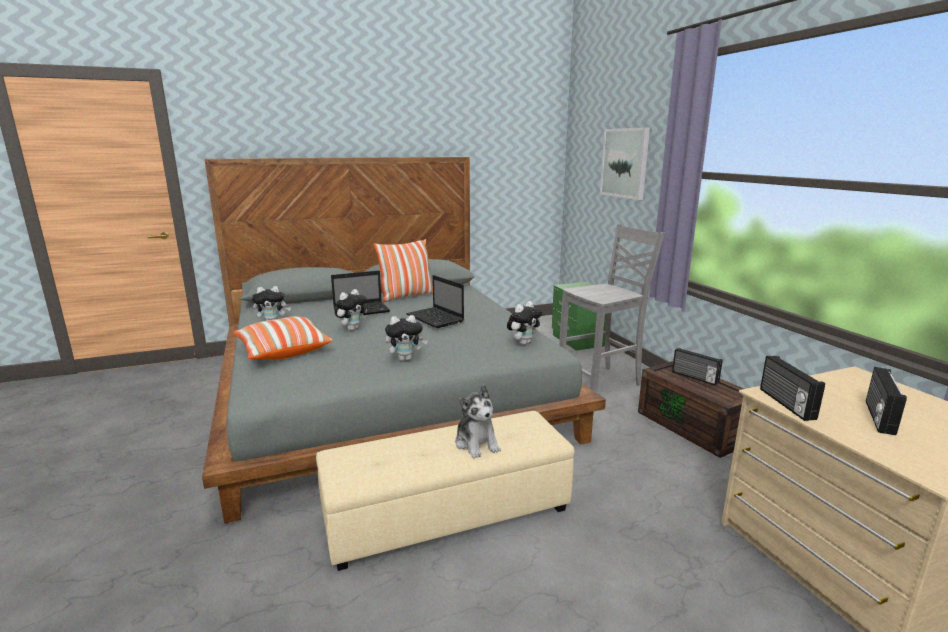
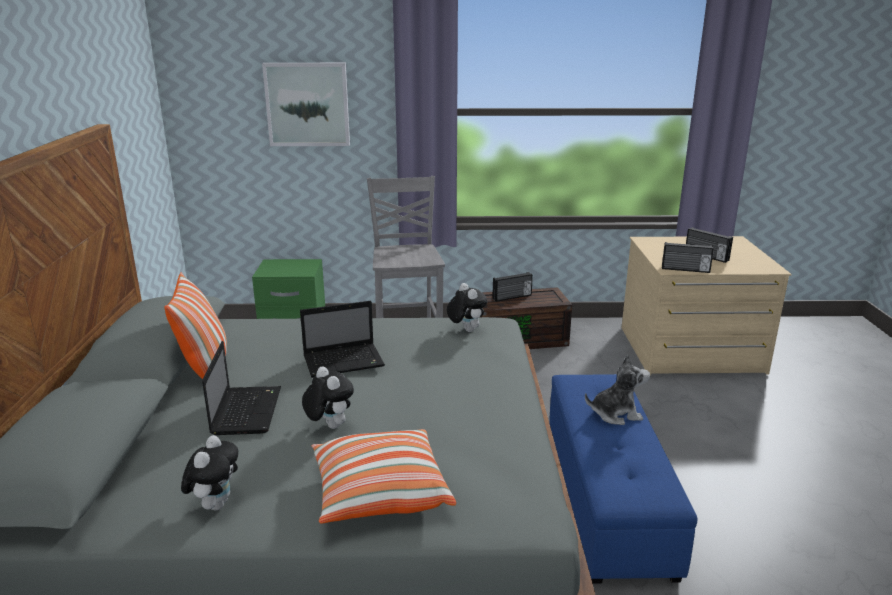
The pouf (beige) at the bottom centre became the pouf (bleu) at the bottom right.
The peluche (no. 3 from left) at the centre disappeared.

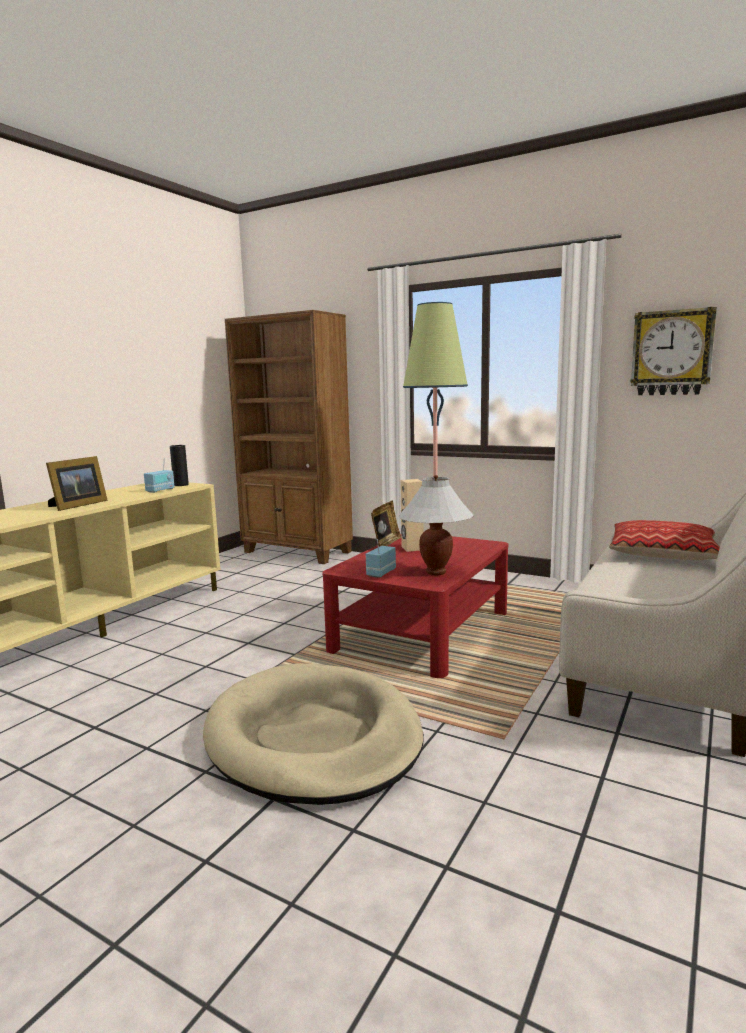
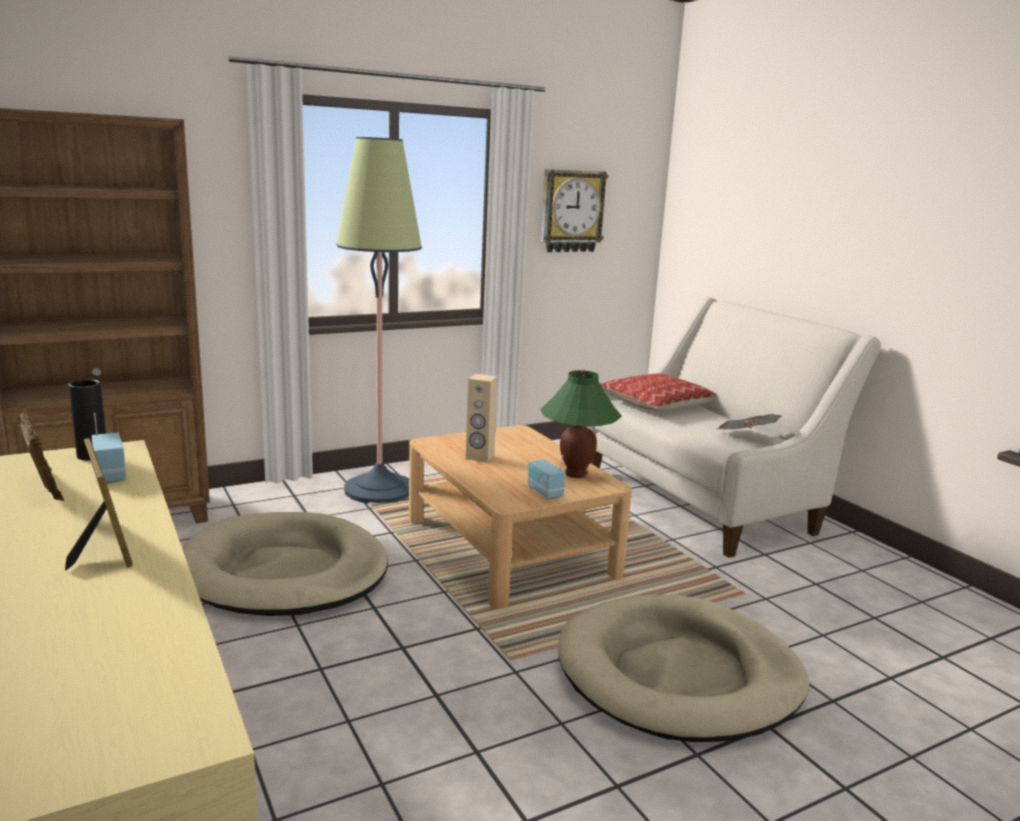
The cadre photo (no. 2 from left in the first image) moved from the centre to the middle left.
The panier pour chien (beige) (no. 1 from left) at the bottom left appeared.
The table basse (rouge) at the centre became the table basse (beige) at the centre.
The lampe de table (blanc) at the centre became the lampe de table (vert) at the centre.
The journal at the middle right appeared.

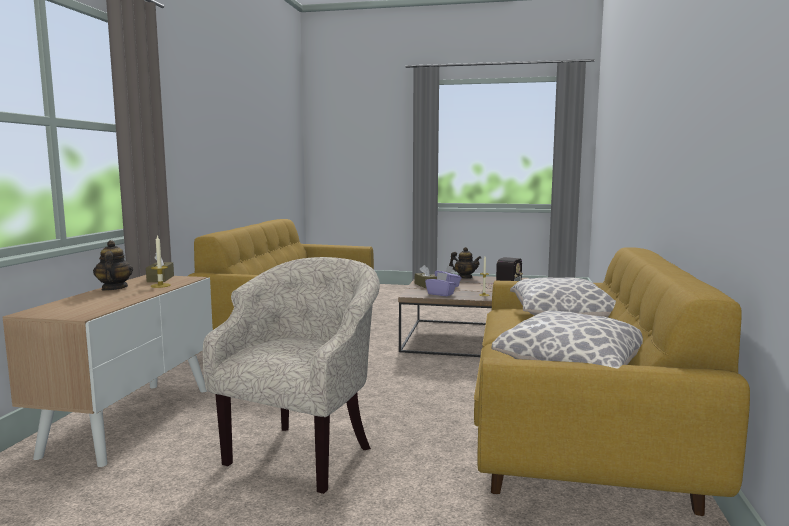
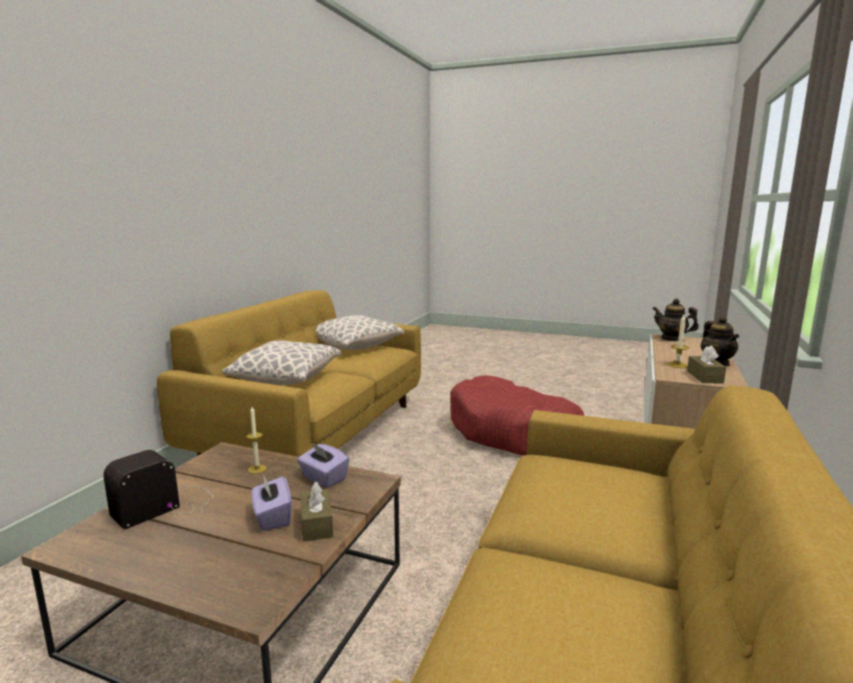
The fauteuil (beige) at the bottom centre was replaced by the panier pour chien (rouge) at the centre.
The théière (no. 2 from left in the first image) moved from the centre to the middle right.

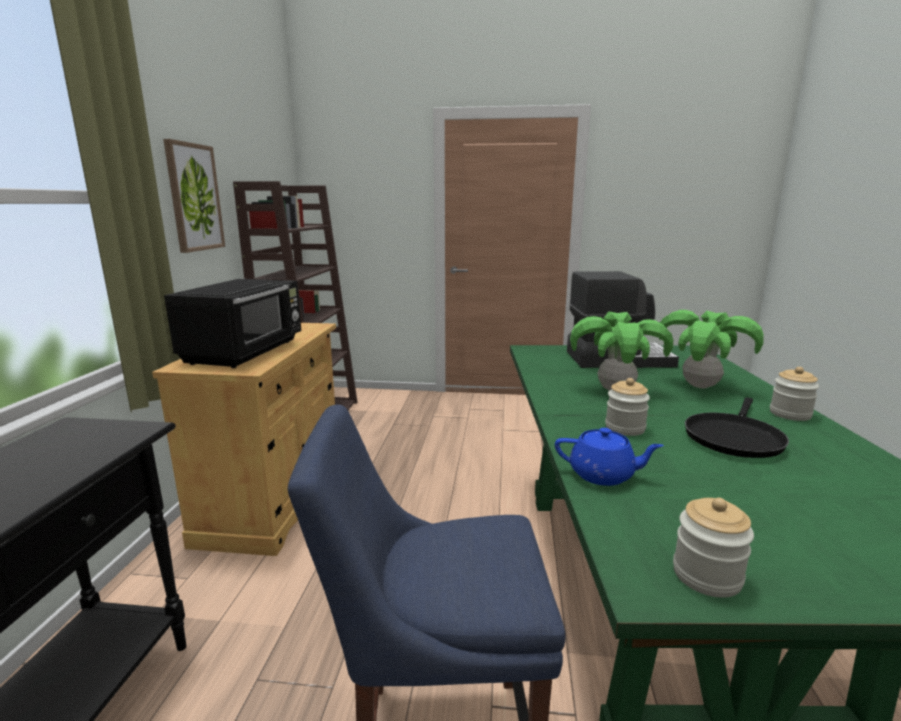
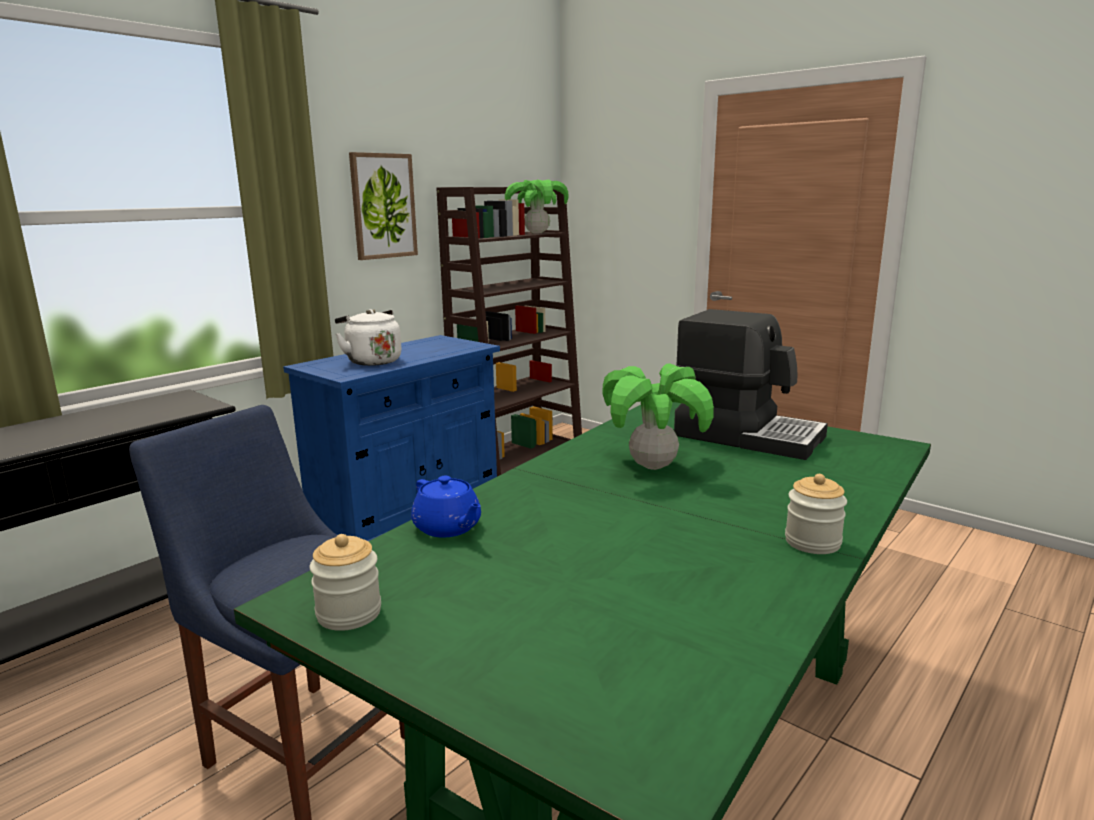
The meuble de rangement (beige) at the middle left became the meuble de rangement (bleu) at the centre.
The micro-ondes (noir) at the middle left was replaced by the bouilloire (blanc) at the centre.
The plante en pot (no. 2 from left in the first image) moved from the middle right to the top centre.
The bocal (no. 1 from left) at the middle right disappeared.
The poêle (noir) at the middle right disappeared.

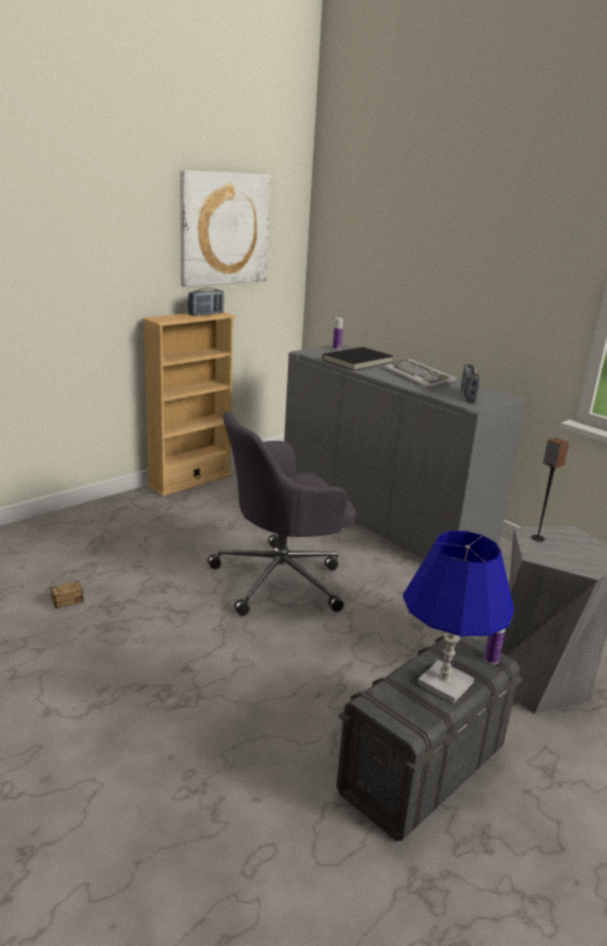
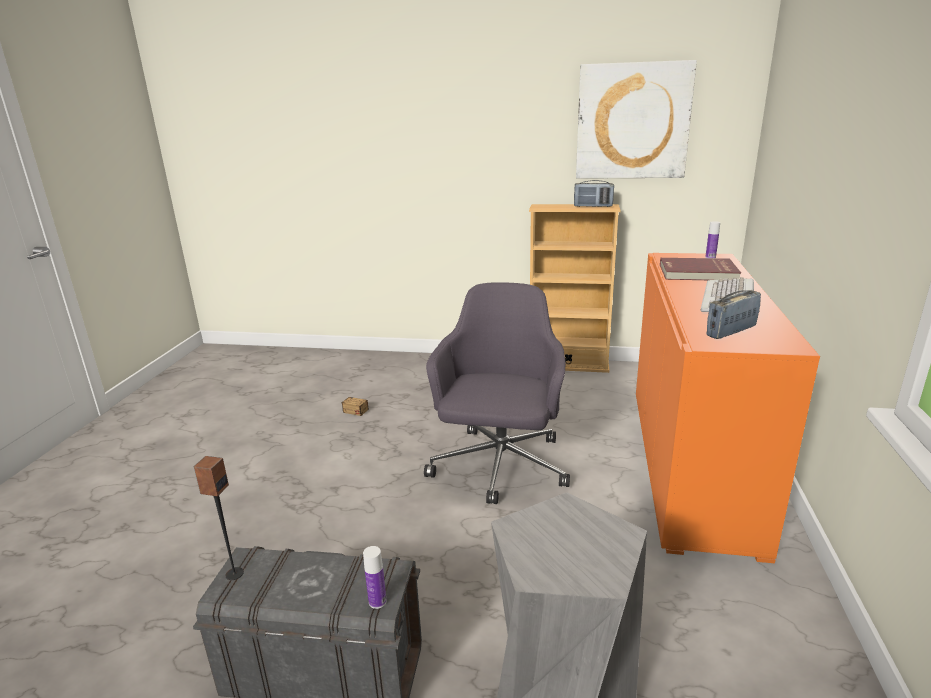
The enceinte moved from the middle right to the bottom left.
The chaise de bureau (gris) at the centre turned 75 degrees clockwise.
The meuble de rangement (gris) at the middle right became the meuble de rangement (orange) at the middle right.
The livre (noir) at the centre became the livre (rouge) at the middle right.
The lampe de table (bleu) at the middle right disappeared.

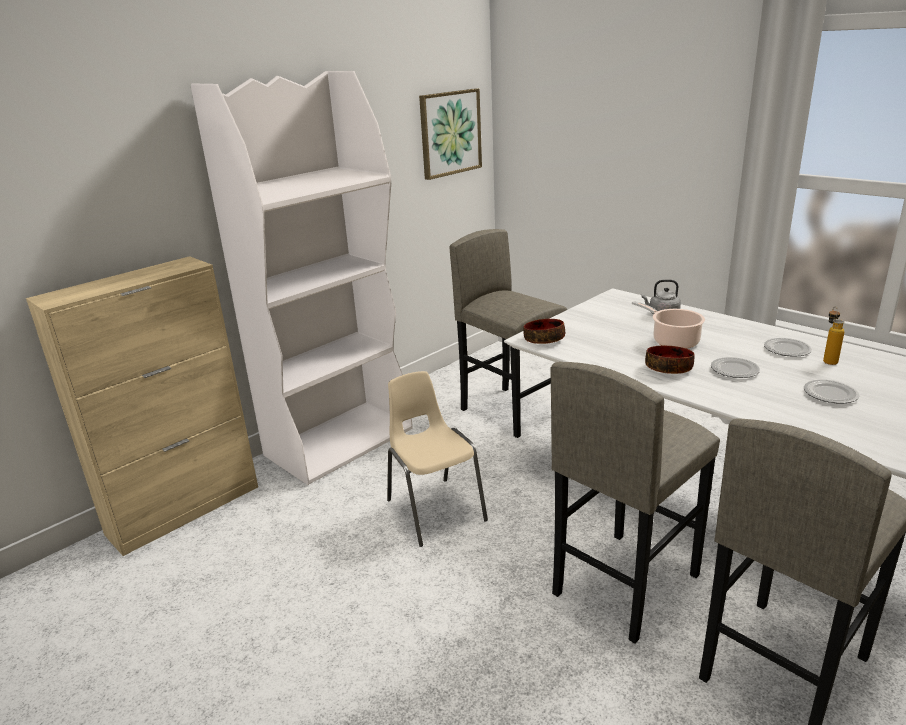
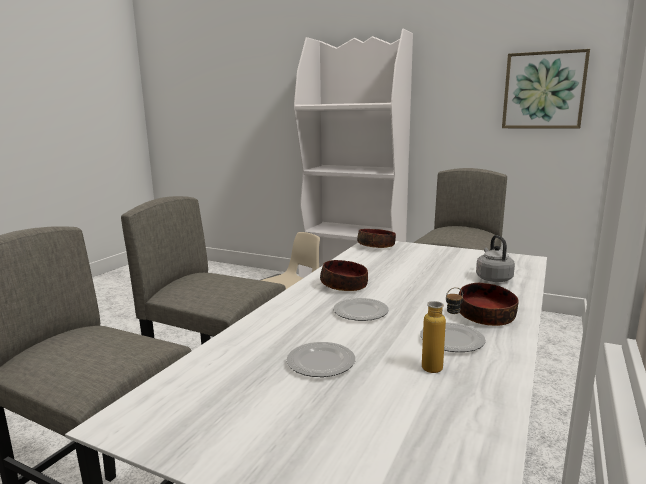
The bol (no. 3 from left) at the middle right appeared.
The meuble de rangement (beige) at the middle left disappeared.
The marmite at the middle right disappeared.

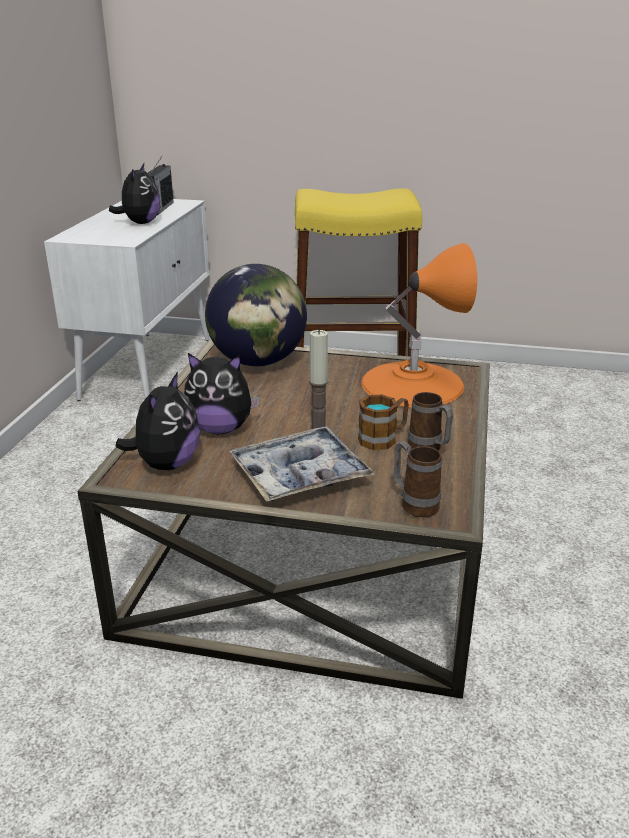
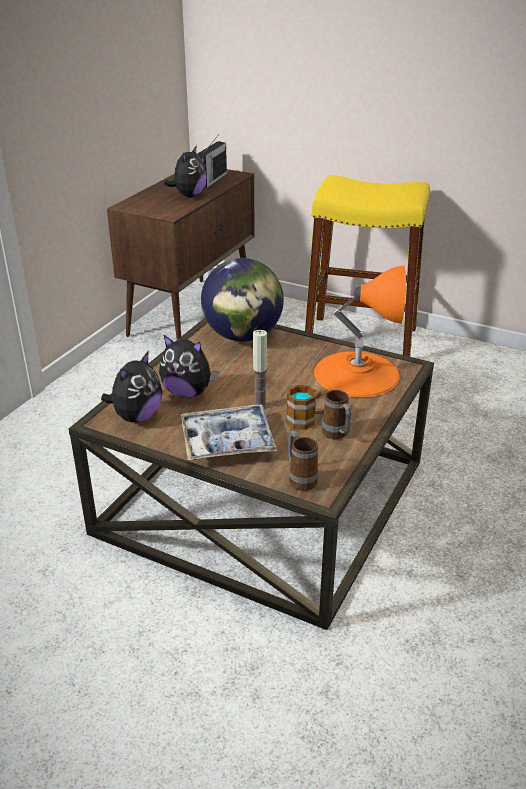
The meuble de rangement (blanc) at the middle left became the meuble de rangement (marron) at the top centre.

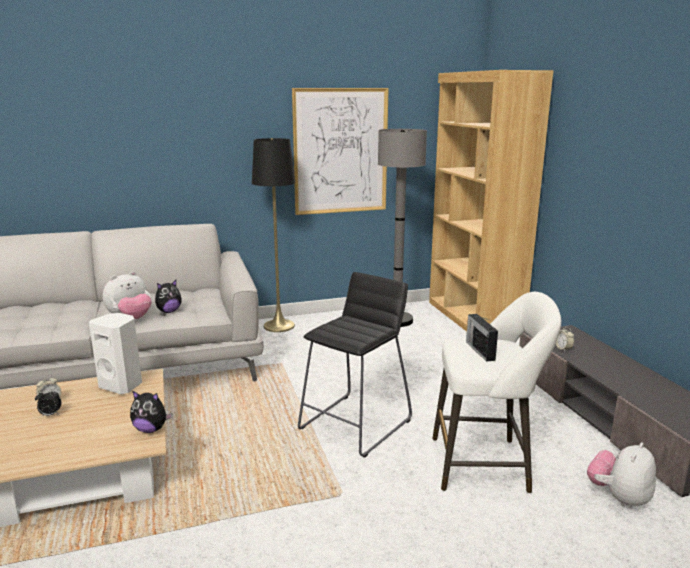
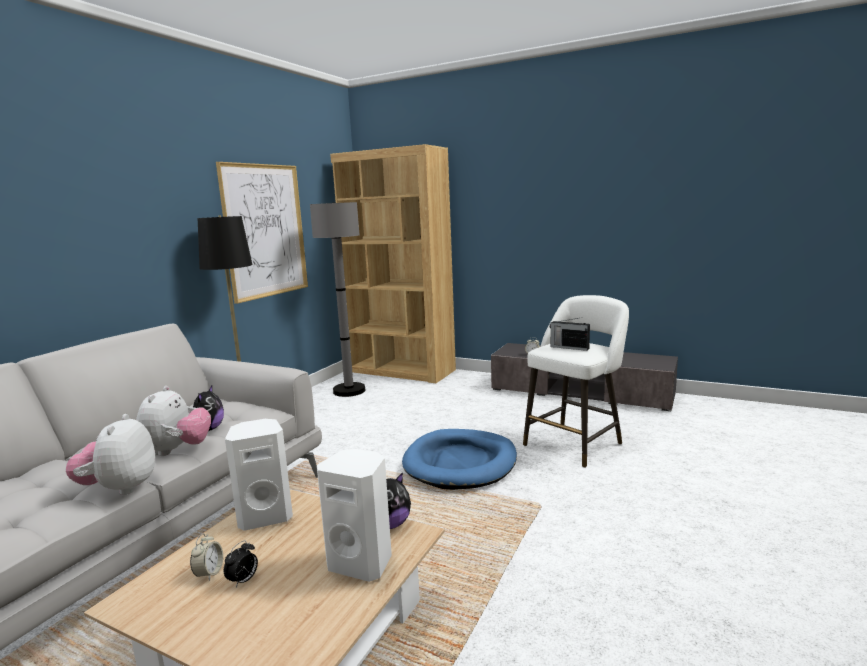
The peluche (no. 4 from left in the first image) moved from the bottom right to the bottom left.
The enceinte (blanc) (no. 2 from left) at the bottom centre appeared.
The tabouret (noir) at the centre was replaced by the panier pour chien (bleu) at the bottom centre.

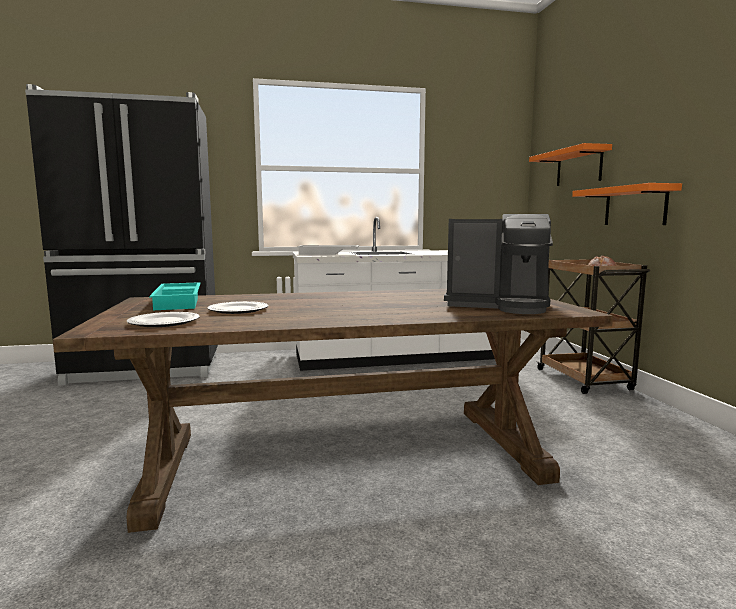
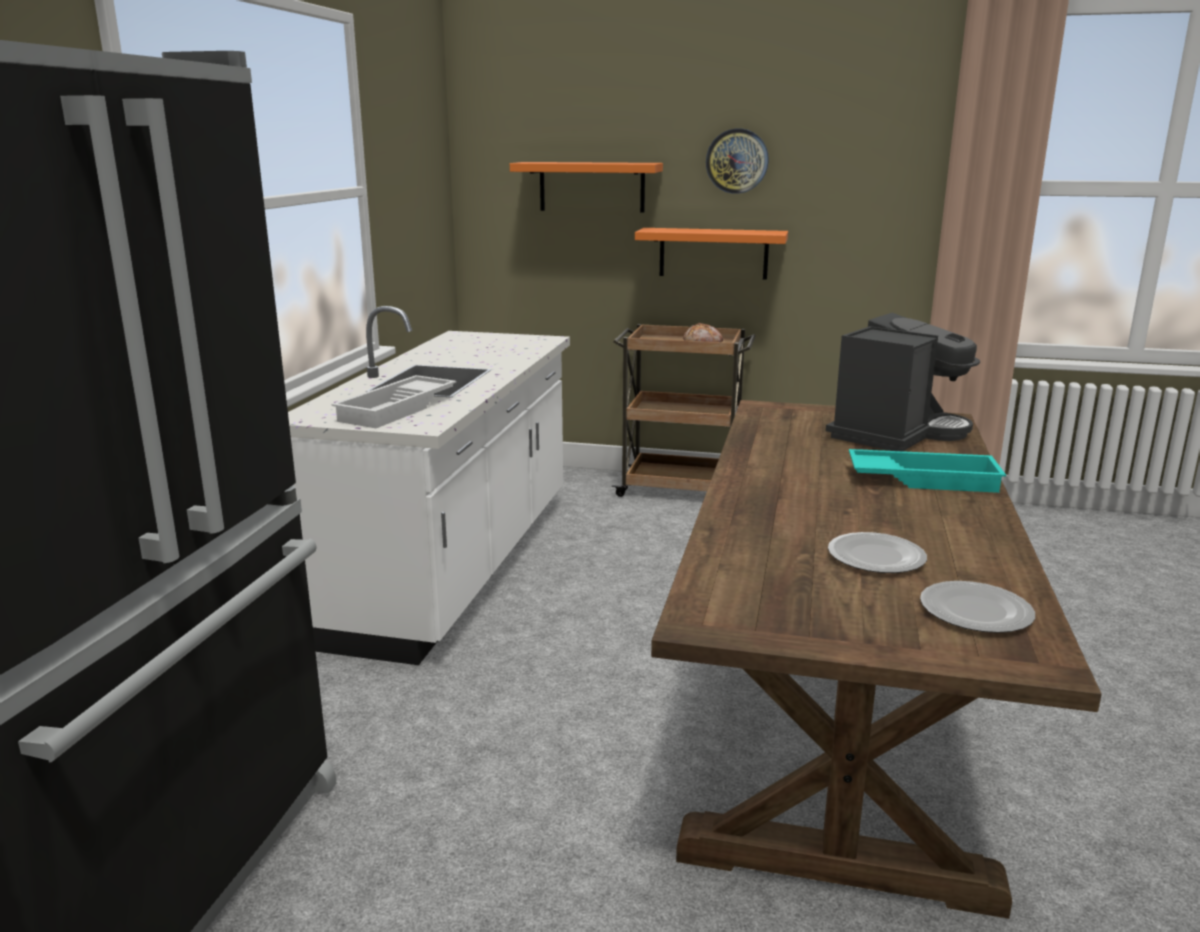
The horloge murale at the top centre appeared.
The plateau (turquoise) moved from the middle left to the middle right.

